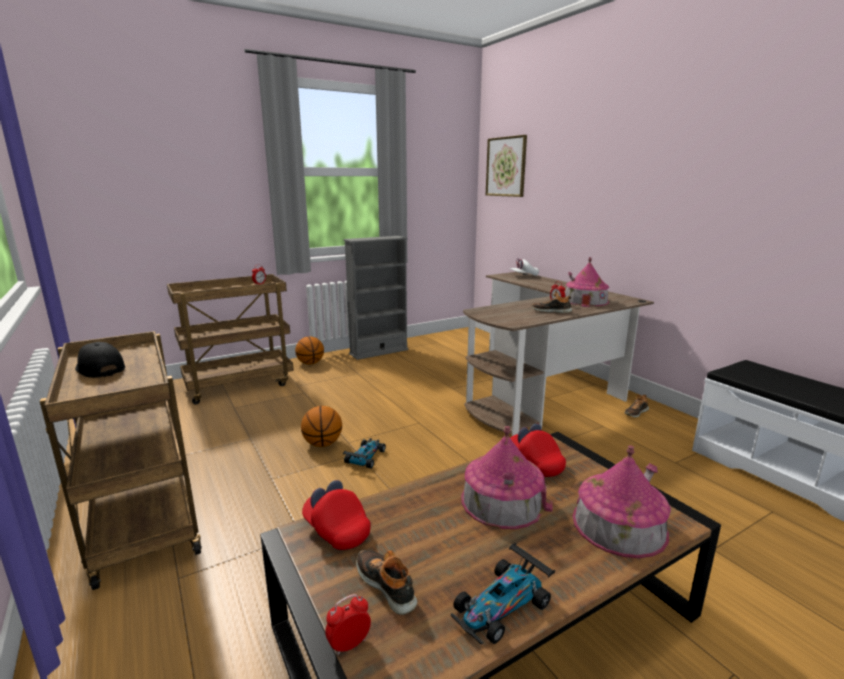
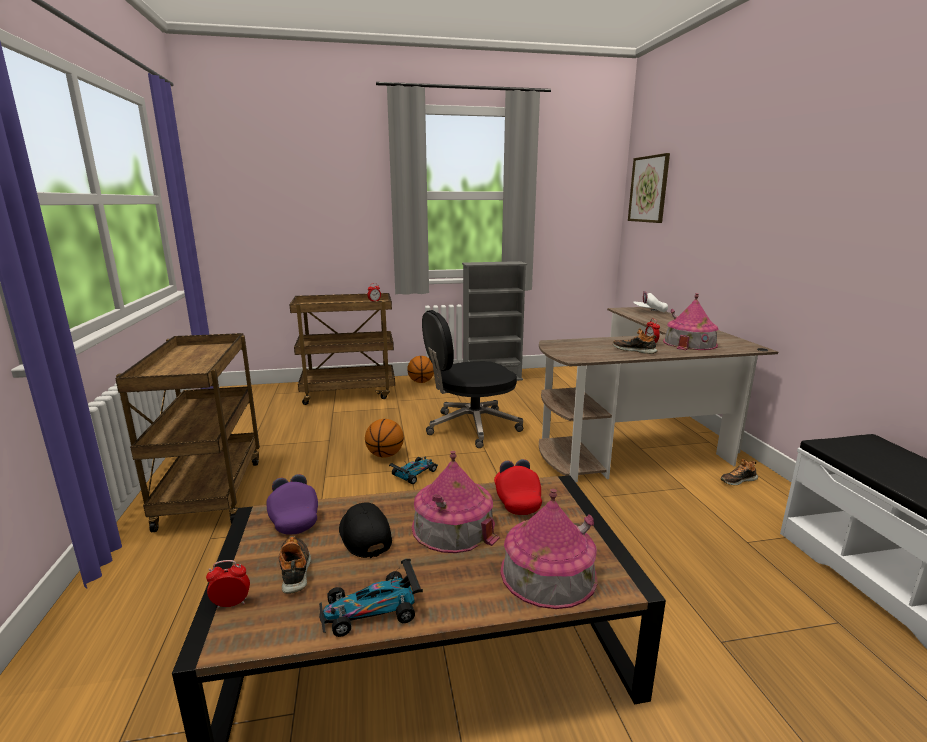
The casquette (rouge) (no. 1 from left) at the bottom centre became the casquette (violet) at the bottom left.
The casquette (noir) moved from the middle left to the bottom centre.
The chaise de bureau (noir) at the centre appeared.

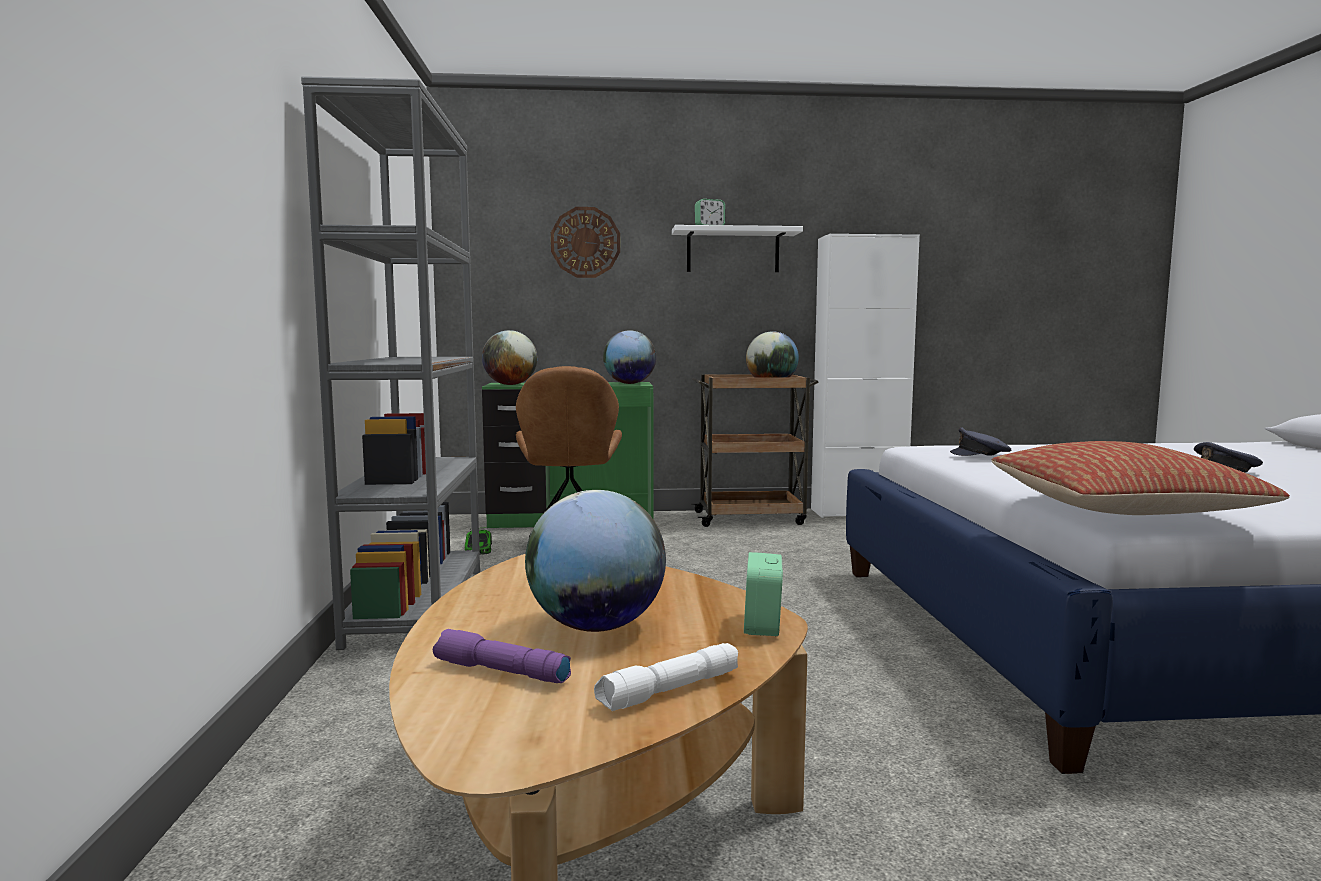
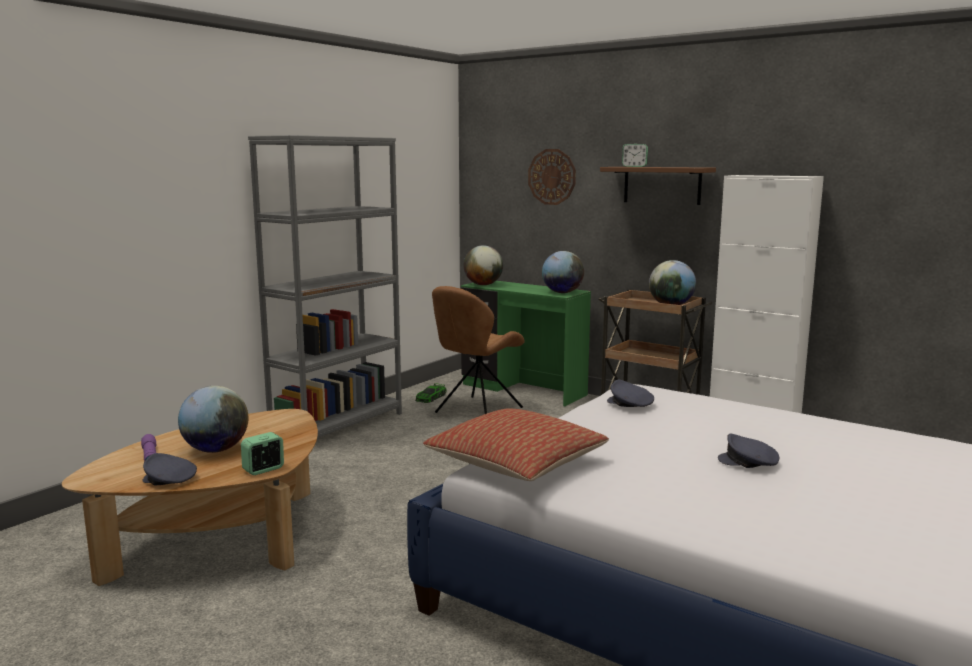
The lampe de poche (blanc) at the bottom centre was replaced by the casquette (gris) (no. 1 from left) at the bottom left.
The étagère (blanc) at the top centre became the étagère (marron) at the top right.

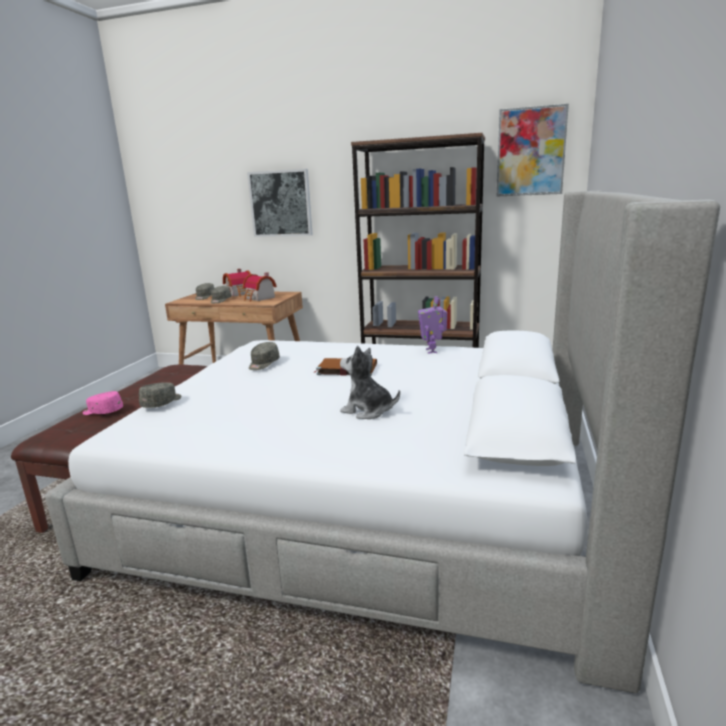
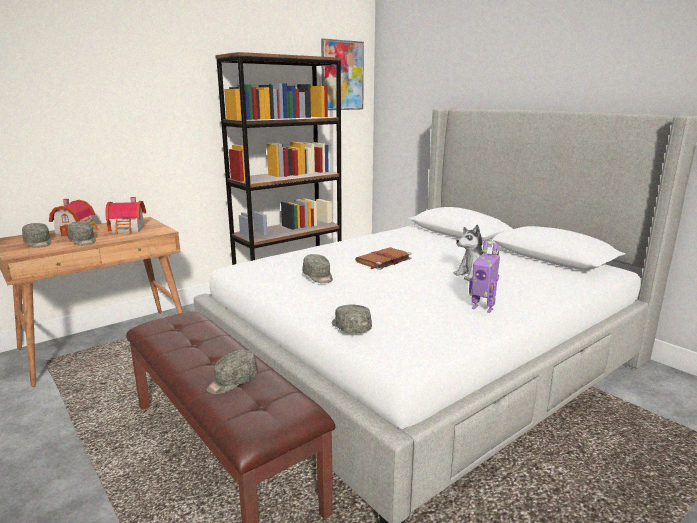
The casquette (rose) at the middle left became the casquette (gris) (no. 3 from left) at the bottom left.
The robot jouet moved from the centre to the middle right.
The tableau (no. 1 from left) at the top centre disappeared.

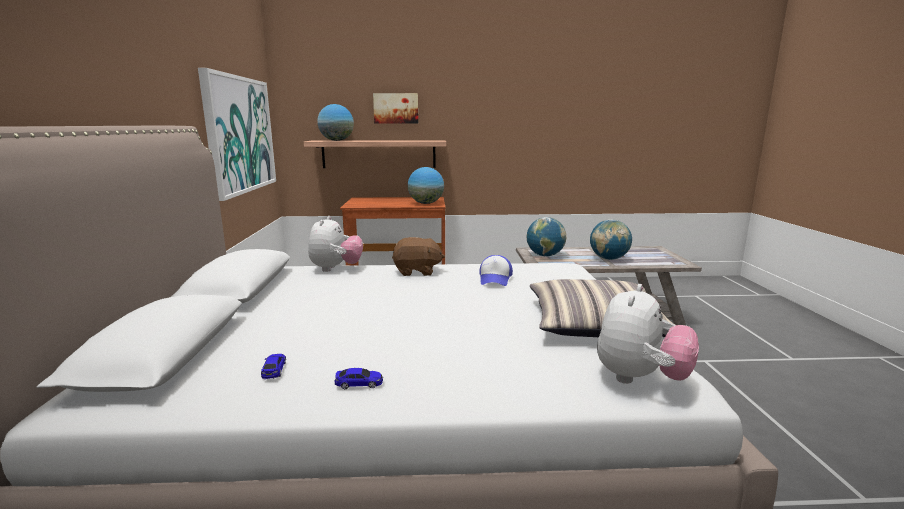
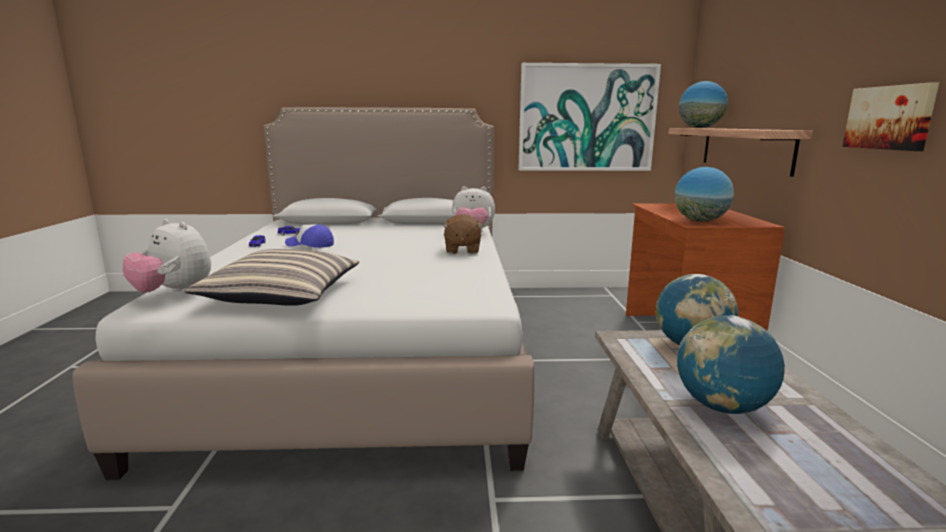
The casquette moved from the centre to the middle left.
The tableau (no. 2 from left) moved from the top centre to the top right.

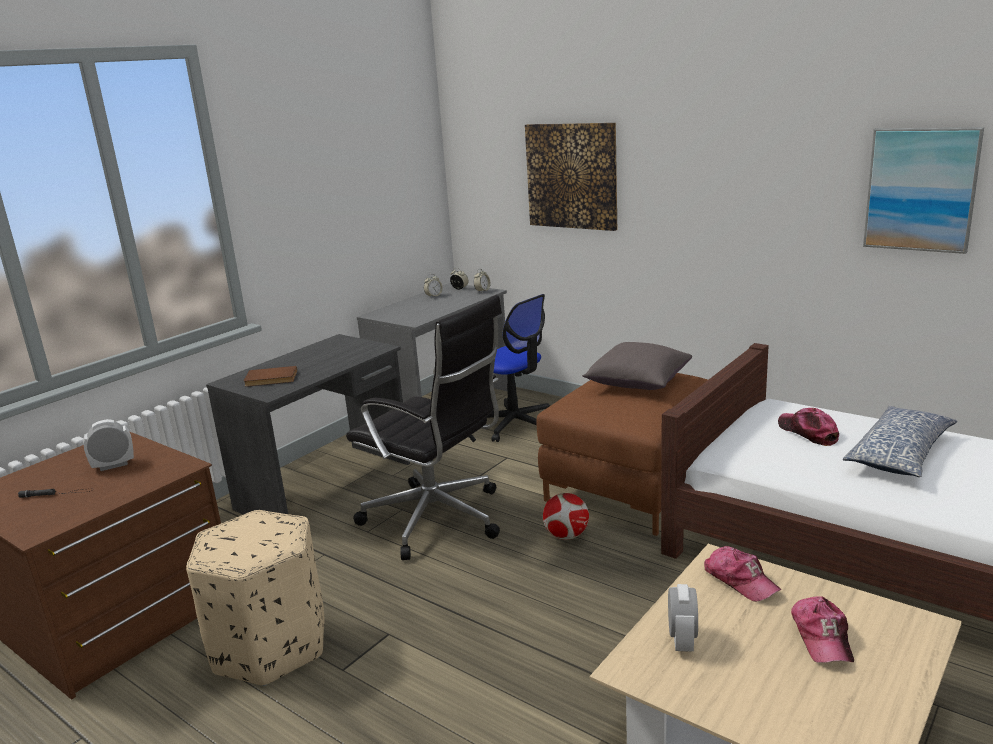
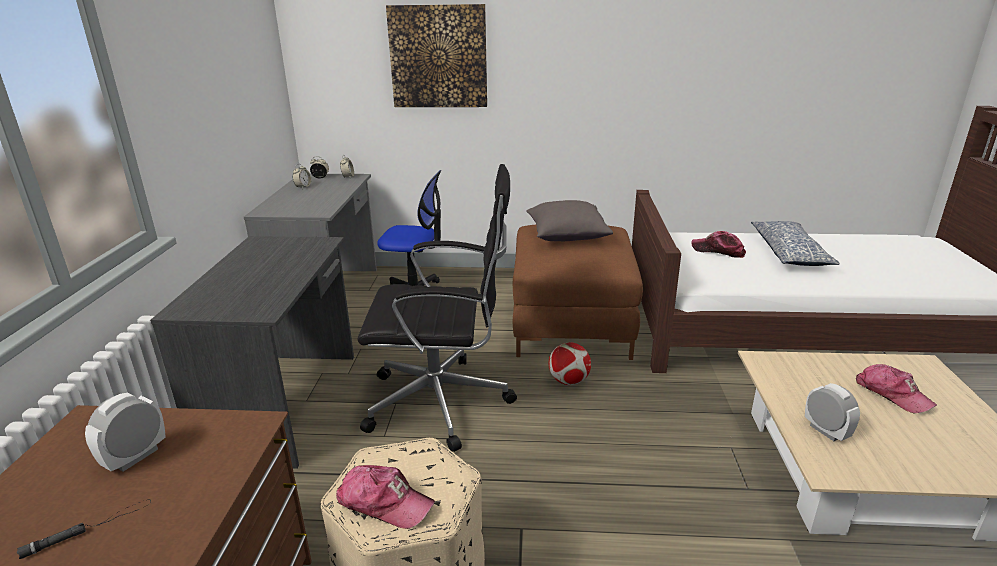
The casquette (no. 1 from left) moved from the bottom right to the bottom centre.
The livre (marron) at the middle left disappeared.
The tableau (no. 2 from left) at the top right disappeared.

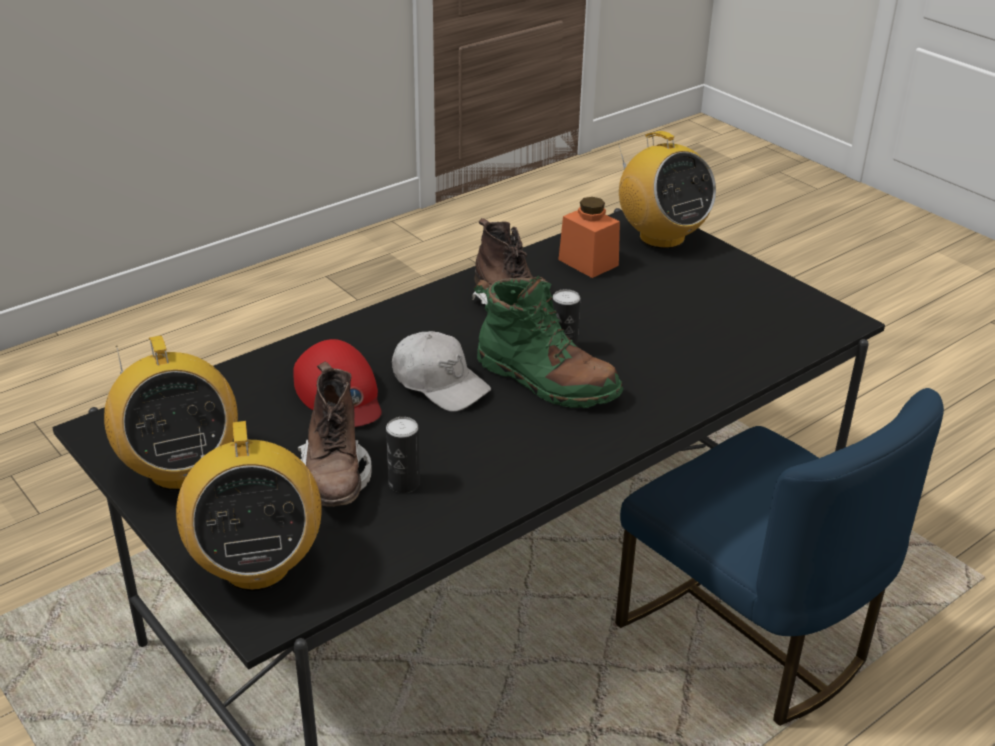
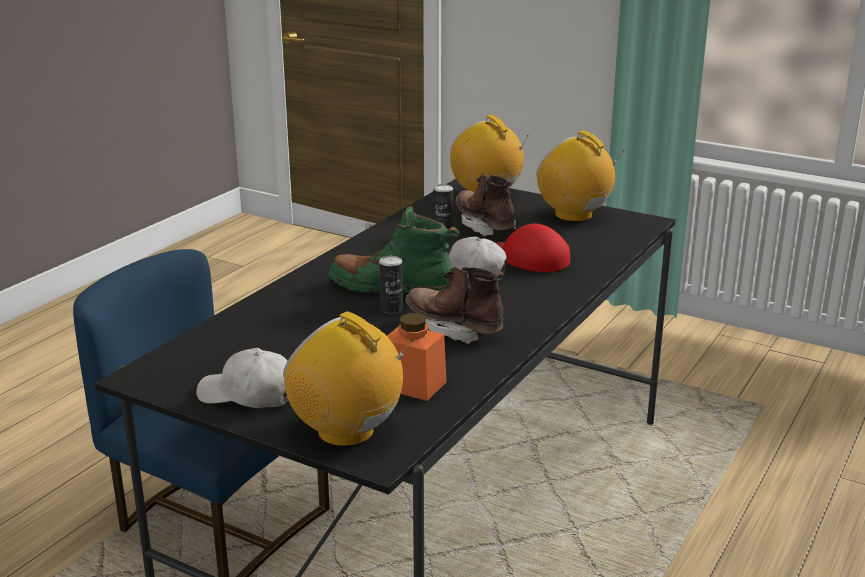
The casquette (blanc) (no. 1 from left) at the middle left appeared.

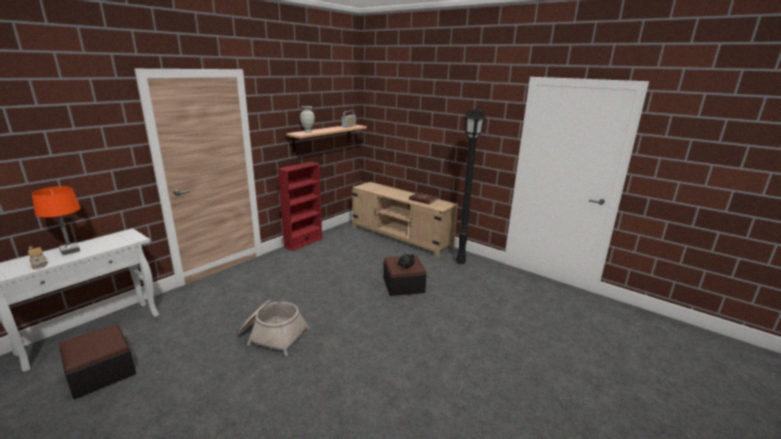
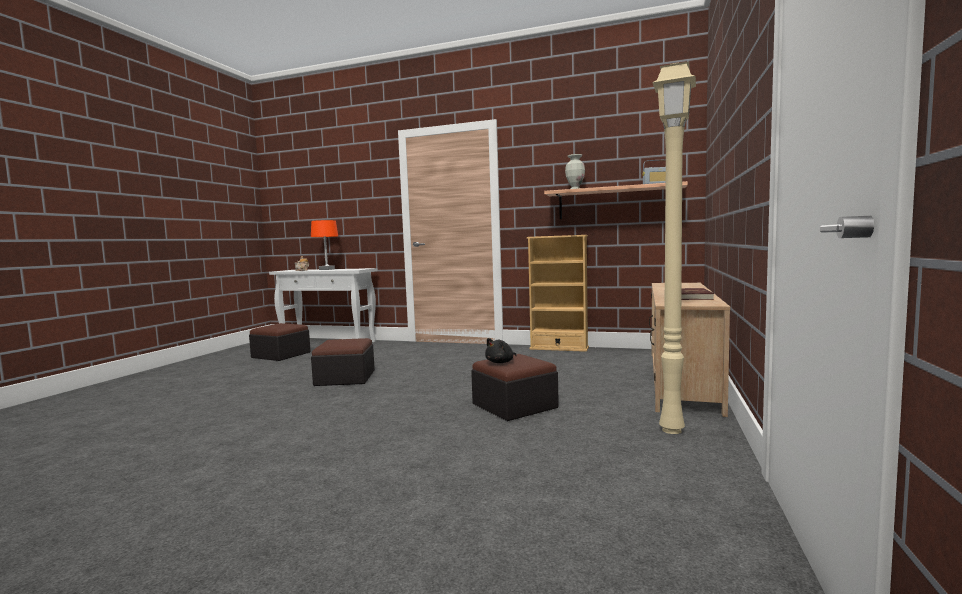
The panier at the bottom centre was replaced by the pouf (no. 2 from left) at the centre.
The bibliothèque (rouge) at the centre became the bibliothèque (beige) at the centre.
The lampadaire (noir) at the centre became the lampadaire (beige) at the middle right.

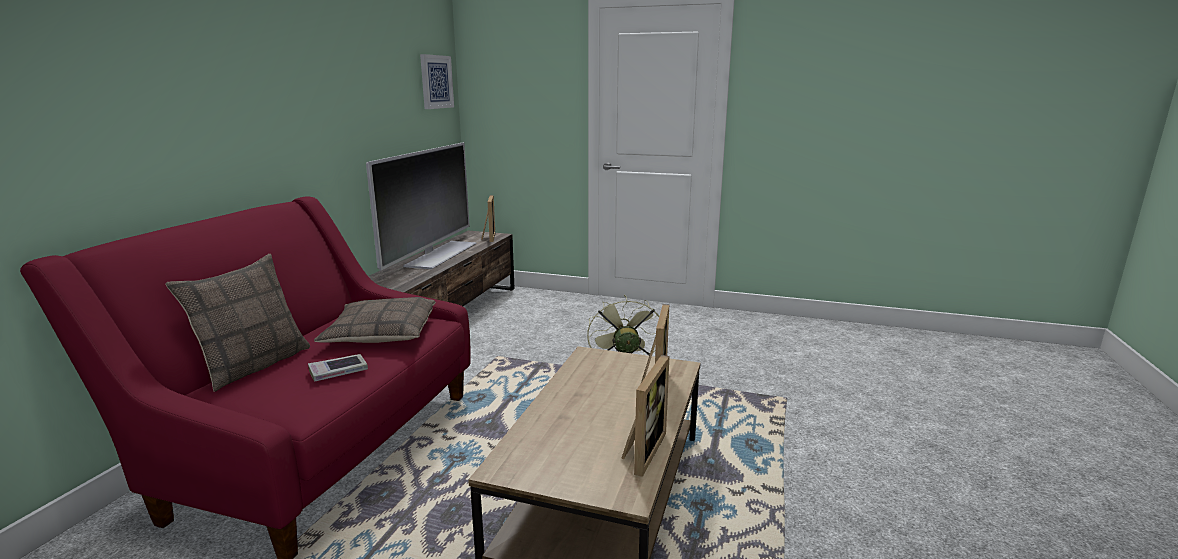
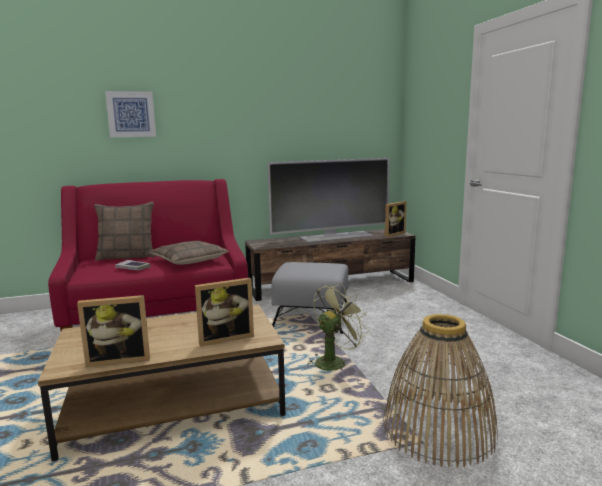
The tableau moved from the top centre to the top left.
The pouf (gris) at the centre appeared.
The panier at the bottom right appeared.

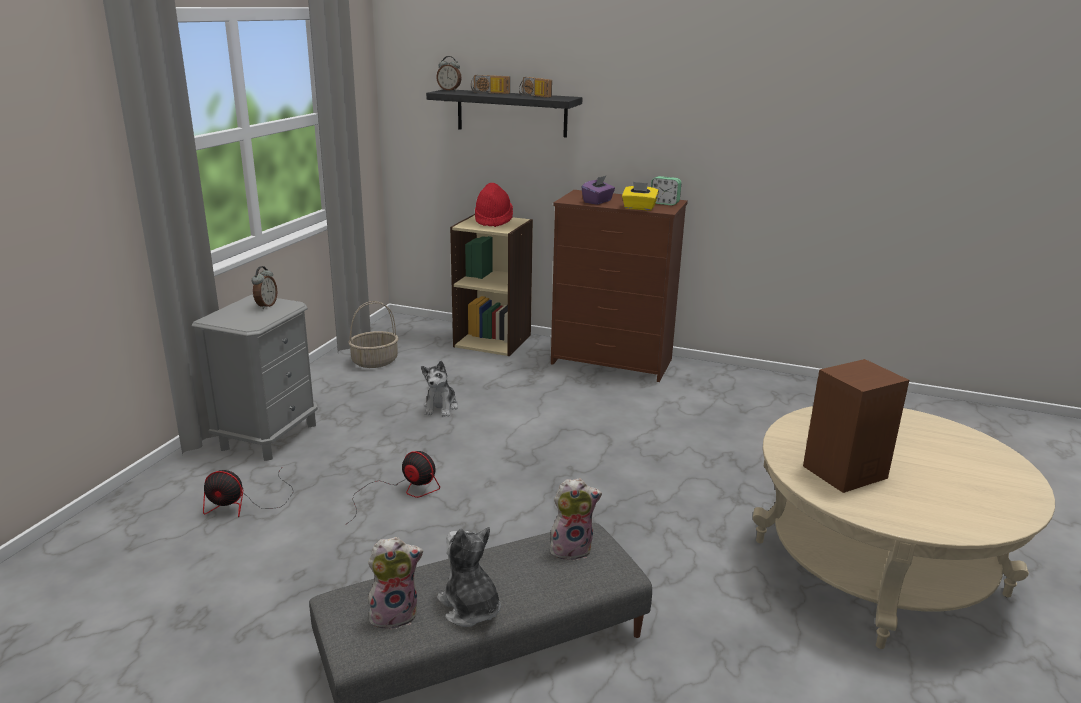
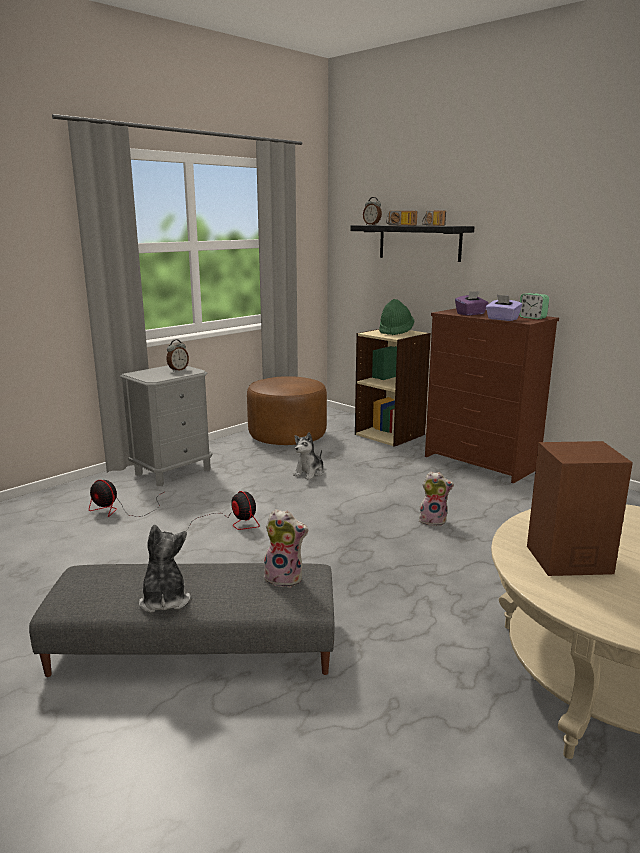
The panier at the centre was replaced by the pouf (marron) at the centre.
The chapeau (rouge) at the top centre became the chapeau (vert) at the centre.
The peluche (no. 1 from left in the first image) moved from the bottom centre to the middle right.
The boîte à mouchoirs (jaune) at the top centre became the boîte à mouchoirs (violet) (no. 2 from left) at the middle right.

